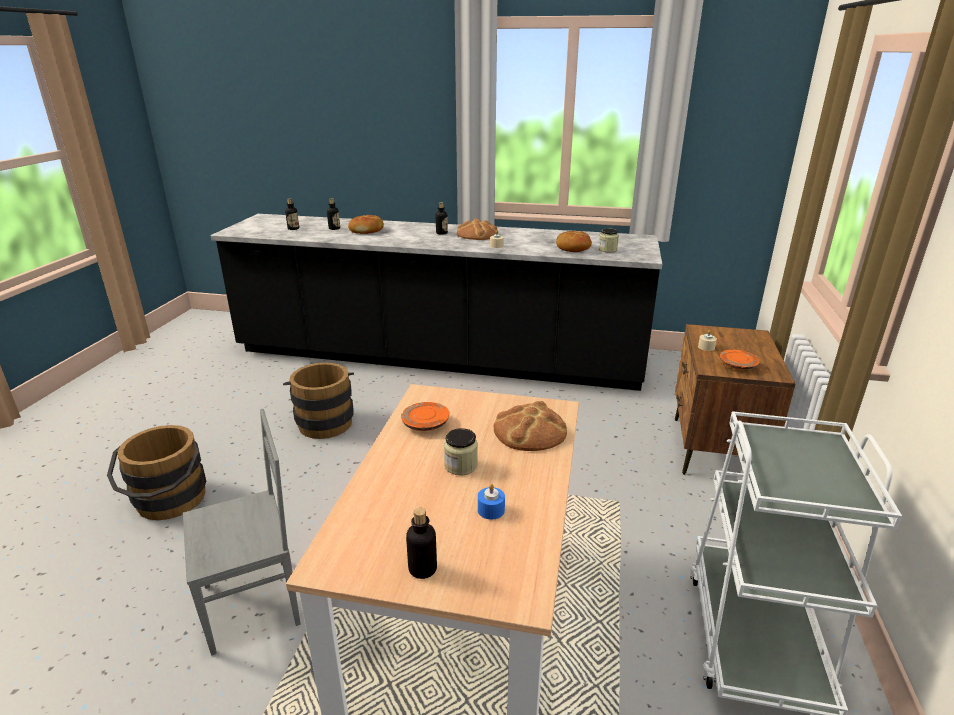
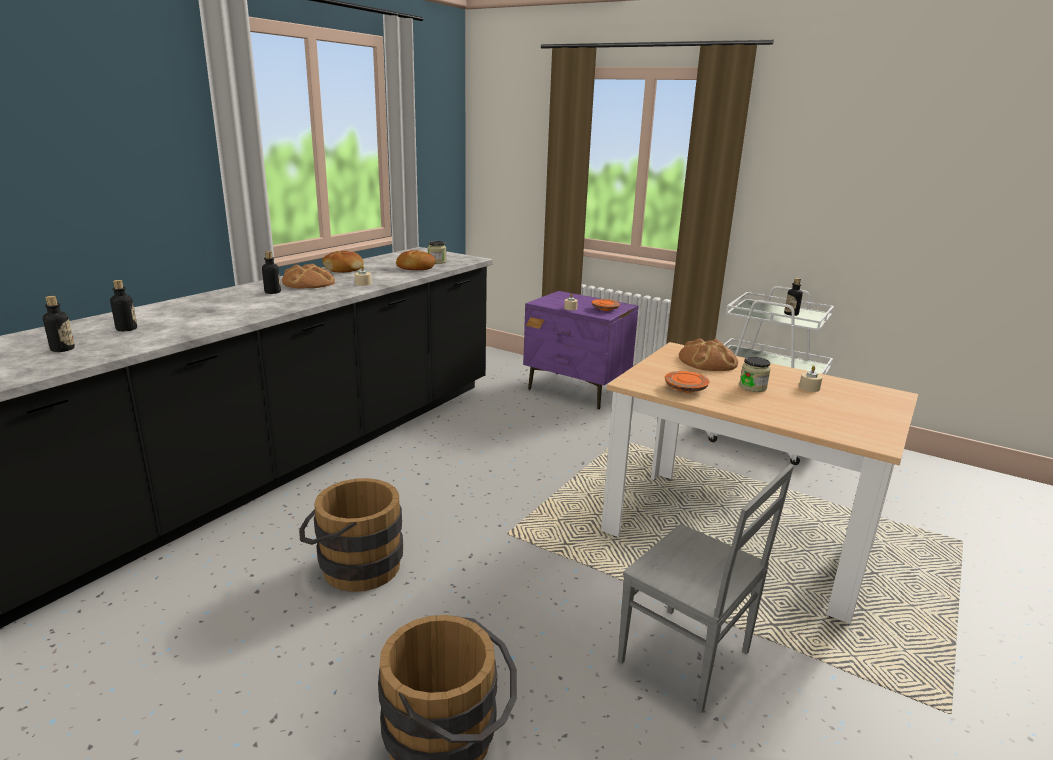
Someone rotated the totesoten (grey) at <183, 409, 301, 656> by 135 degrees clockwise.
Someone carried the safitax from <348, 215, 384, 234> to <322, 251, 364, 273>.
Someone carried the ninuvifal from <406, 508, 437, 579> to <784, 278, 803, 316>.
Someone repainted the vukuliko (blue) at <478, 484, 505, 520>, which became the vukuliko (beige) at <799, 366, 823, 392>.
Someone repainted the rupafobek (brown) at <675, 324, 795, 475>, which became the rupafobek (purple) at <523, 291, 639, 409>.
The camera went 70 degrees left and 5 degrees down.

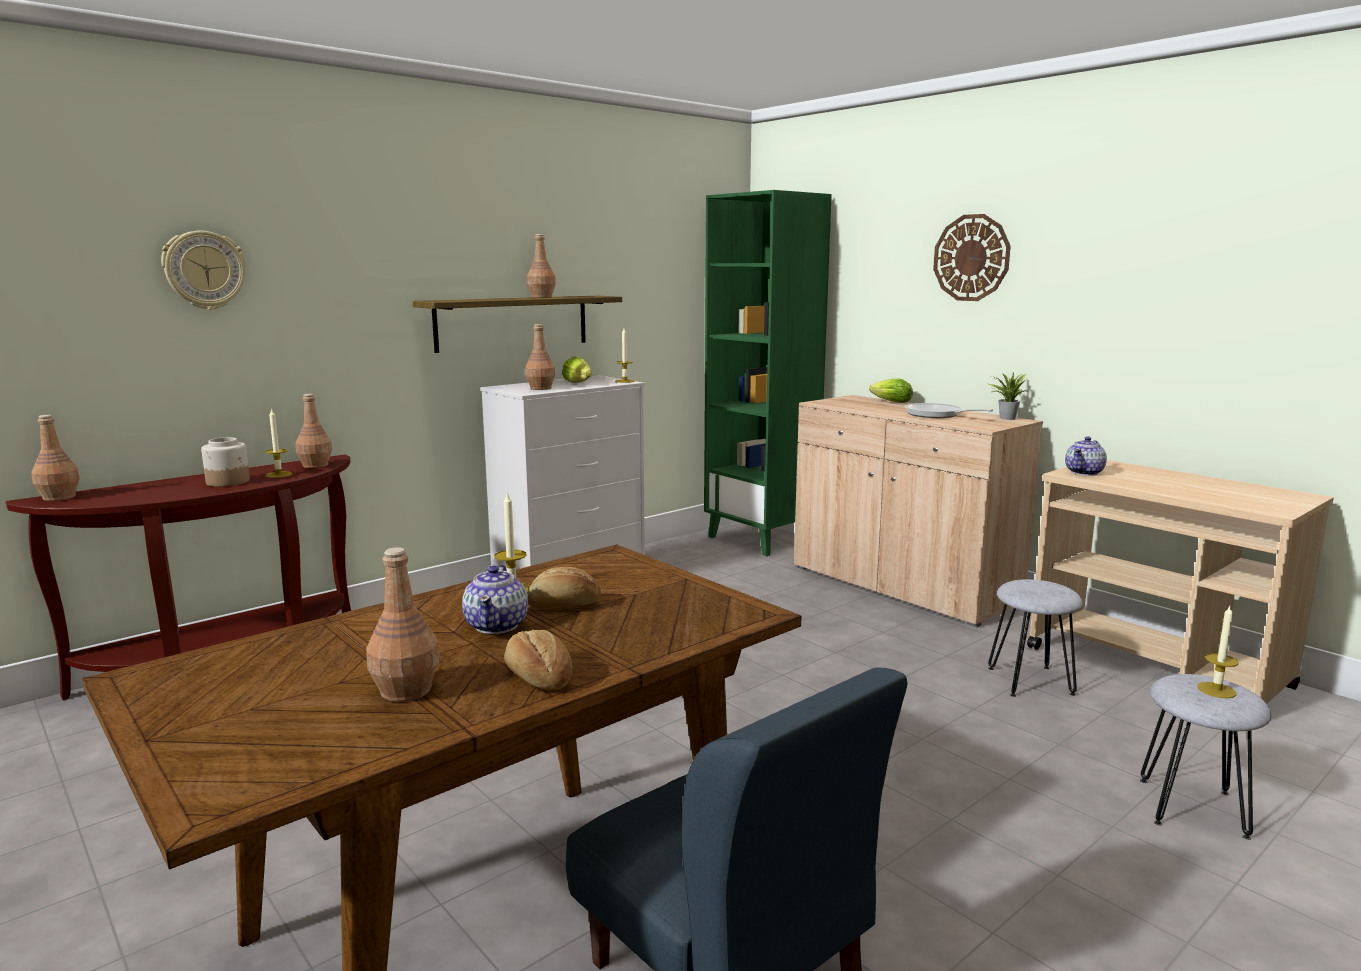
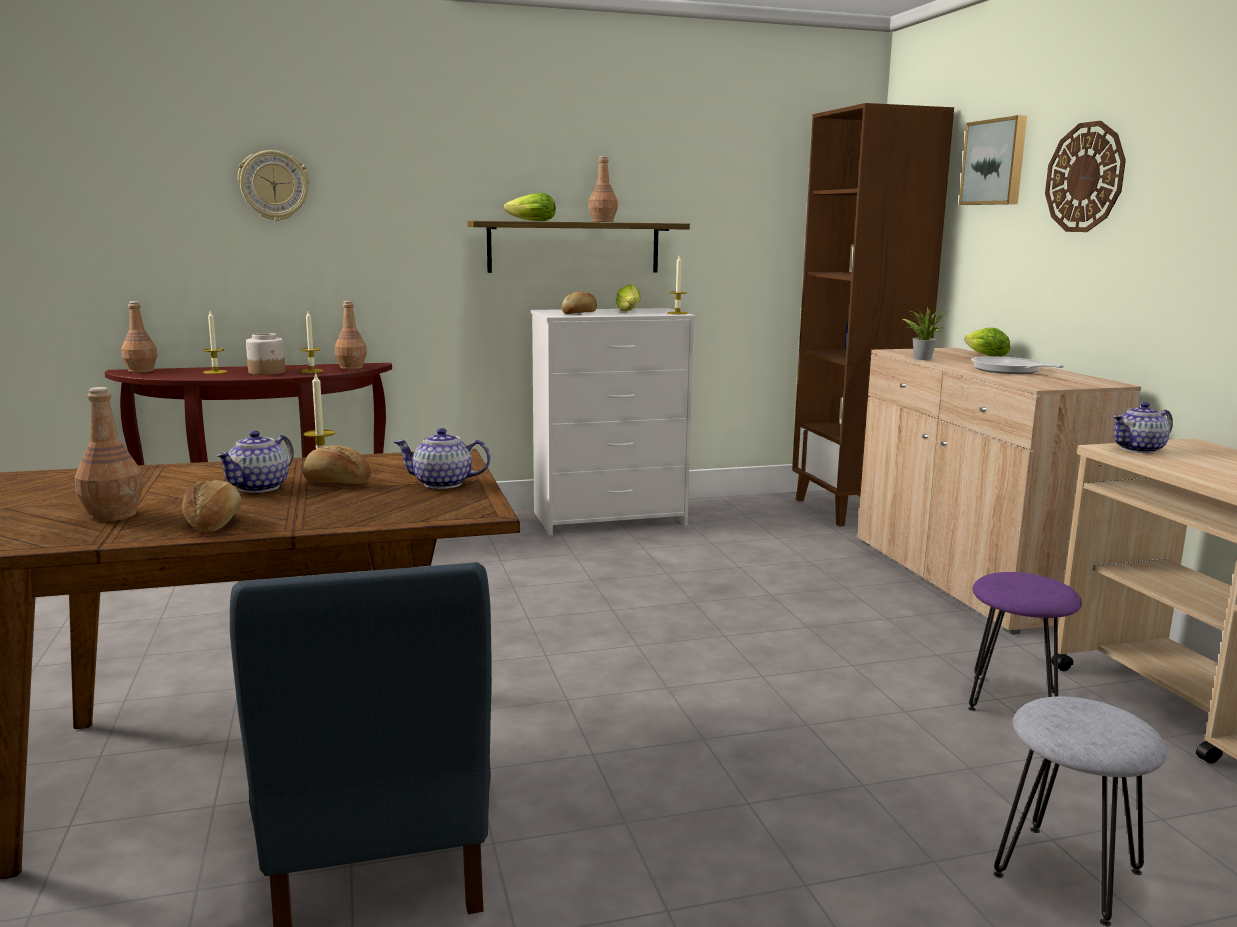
Someone swapped the ninuvifal (brown) at <525, 324, 555, 390> for the safitax at <562, 292, 597, 314>.
Someone repainted the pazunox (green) at <704, 190, 832, 556>, which became the pazunox (brown) at <792, 103, 954, 526>.
Someone carried the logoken from <988, 372, 1027, 420> to <902, 307, 951, 360>.
Someone repainted the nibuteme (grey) at <988, 579, 1083, 697>, which became the nibuteme (purple) at <968, 572, 1082, 711>.
Someone carried the vukuliko from <1197, 604, 1238, 698> to <203, 311, 228, 374>.
Someone put down the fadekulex at <394, 428, 491, 489>.
Someone put down the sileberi at <504, 193, 556, 221>.
Someone put up the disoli at <959, 115, 1027, 205>.
The camera went 25 degrees right and 0 degrees up.

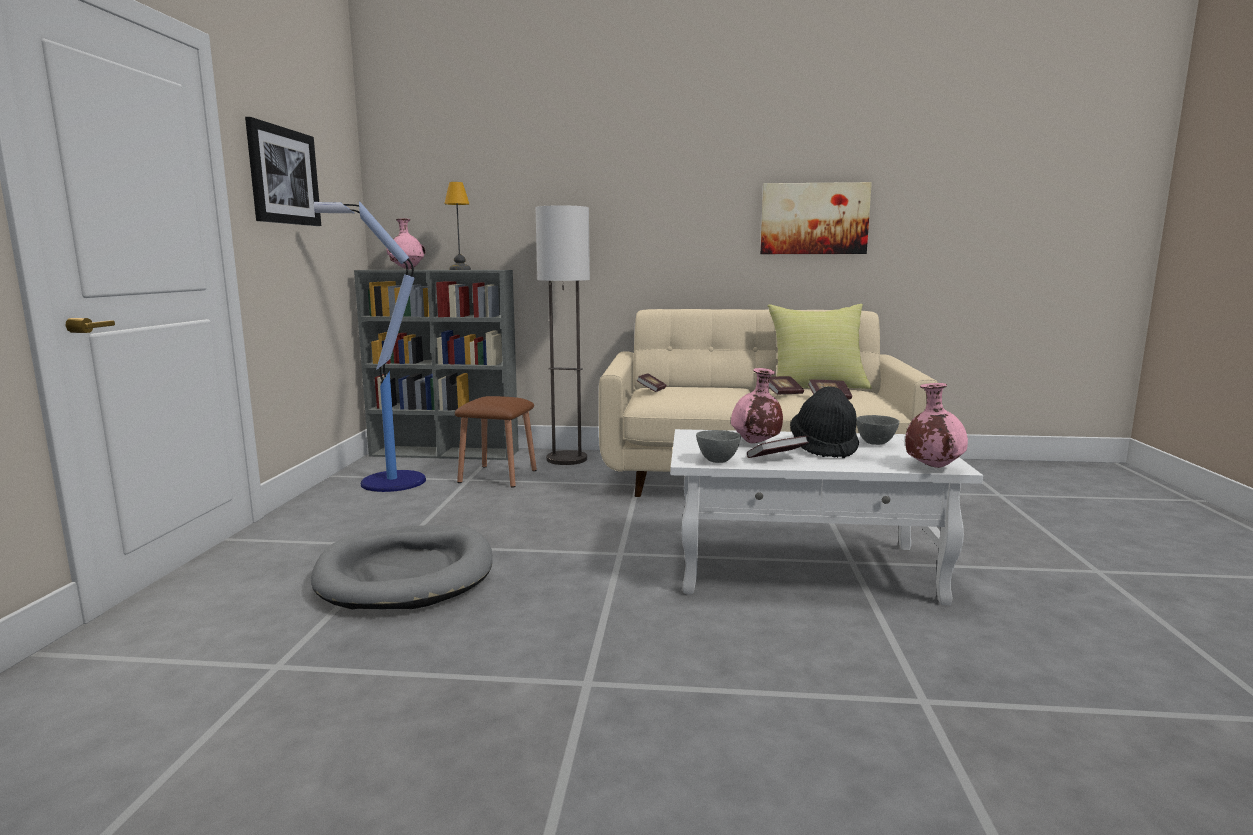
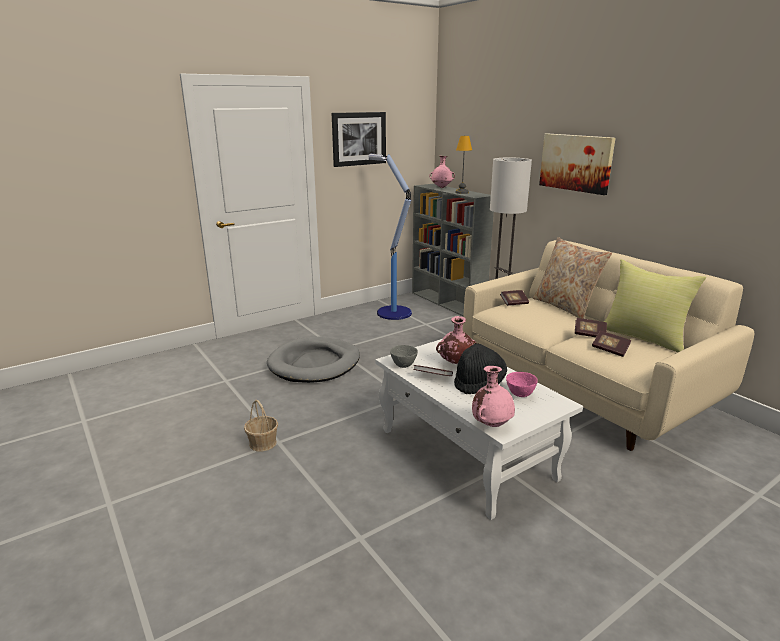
Someone took away the nibuteme (brown) at <455, 396, 537, 488>.
Someone carried the disoli from <760, 182, 872, 254> to <539, 133, 615, 195>.
Someone repainted the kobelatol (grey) at <857, 415, 899, 445>, which became the kobelatol (pink) at <506, 372, 538, 397>.
Someone put down the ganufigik at <244, 400, 278, 451>.
Someone put down the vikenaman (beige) at <533, 237, 612, 319>.
The camera went 50 degrees right and 10 degrees up.

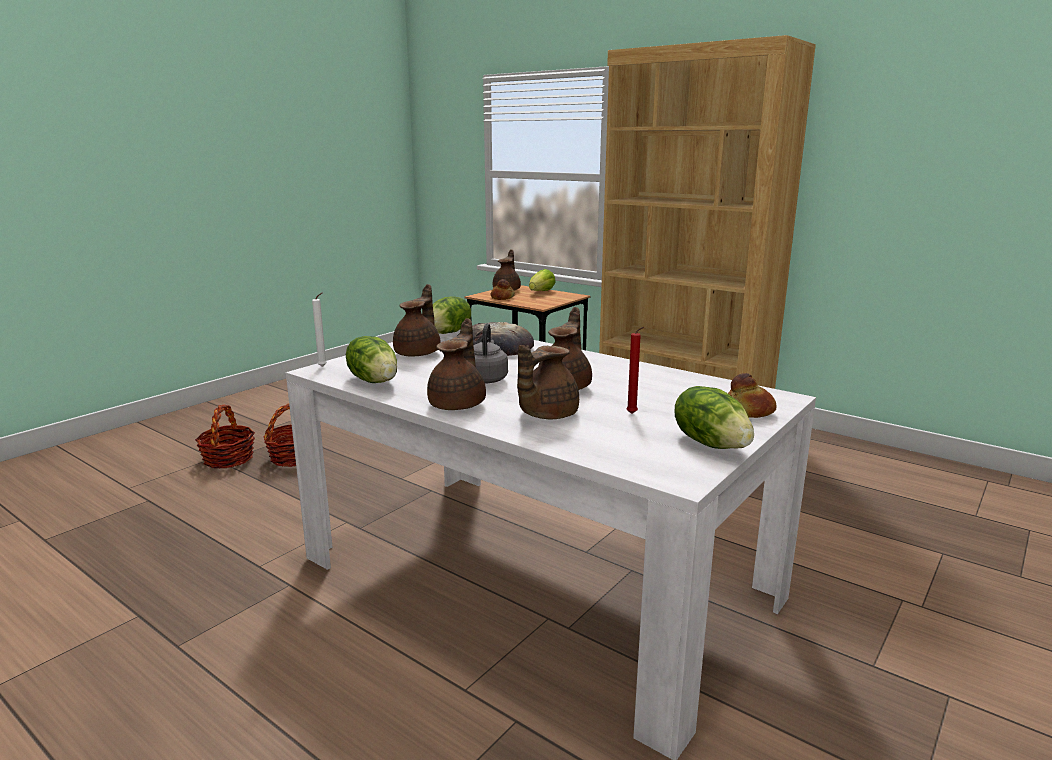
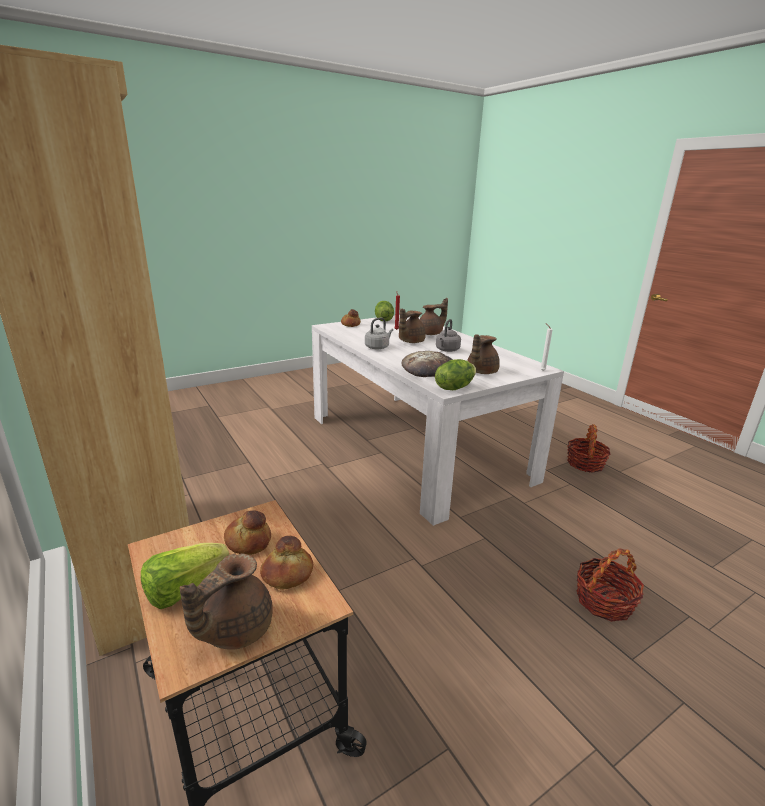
Someone carried the ganufigik from <195, 404, 255, 468> to <567, 424, 611, 473>.
Someone took away the sileberi at <346, 336, 397, 383>.
Someone took away the fadekulex (brown) at <427, 318, 486, 410>.
Someone put down the safitax at <224, 510, 271, 555>.
Someone put down the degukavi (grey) at <365, 318, 393, 349>.
The camera went 160 degrees left and 5 degrees up.

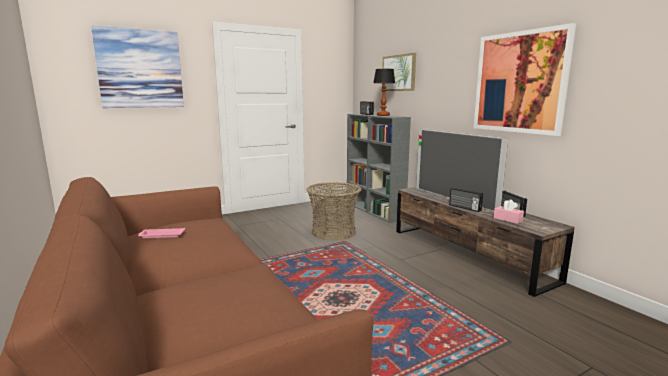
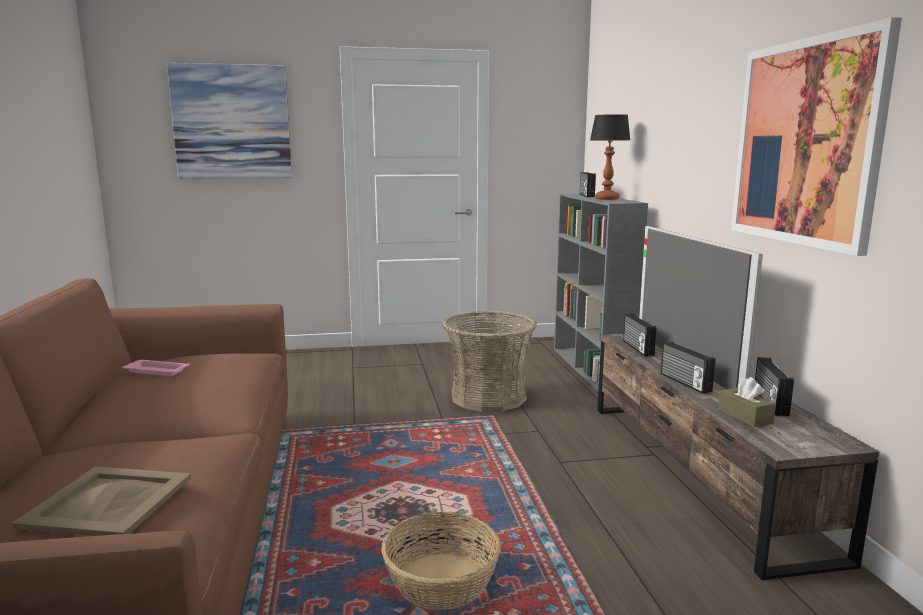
Someone took away the disoli at <382, 53, 416, 91>.
Someone repainted the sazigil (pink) at <494, 199, 524, 224>, which became the sazigil (brown) at <718, 377, 776, 428>.
Someone put down the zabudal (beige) at <12, 466, 191, 536>.
Someone put down the ganufigik at <381, 512, 501, 610>.
Someone put down the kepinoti at <623, 314, 656, 356>.
The camera went 20 degrees right and 0 degrees up.

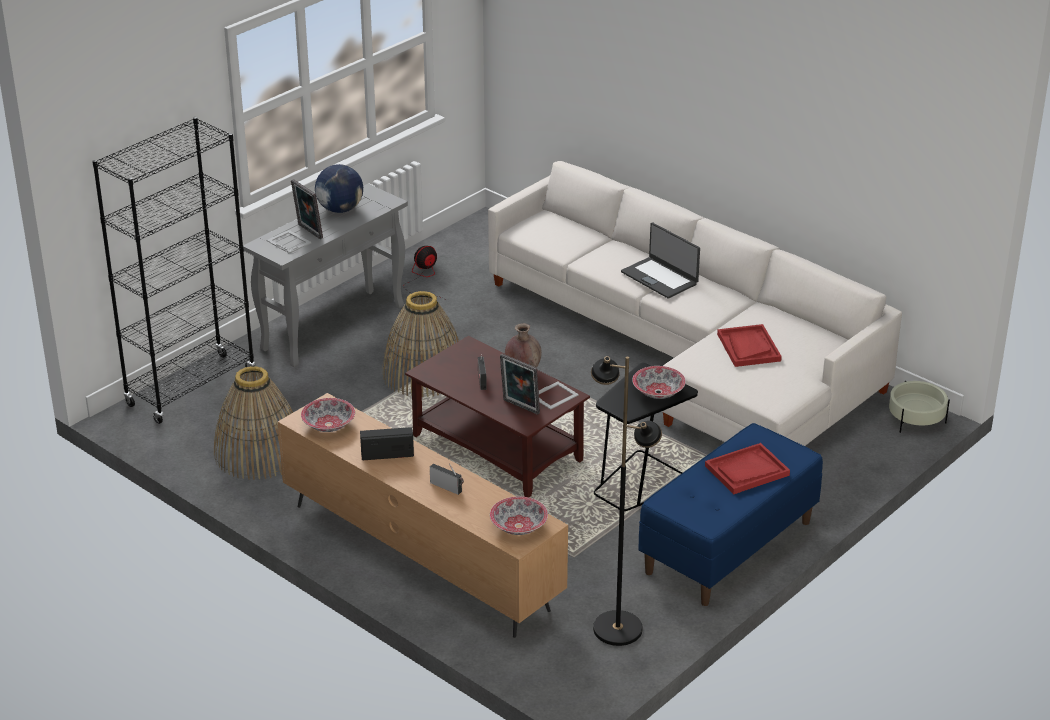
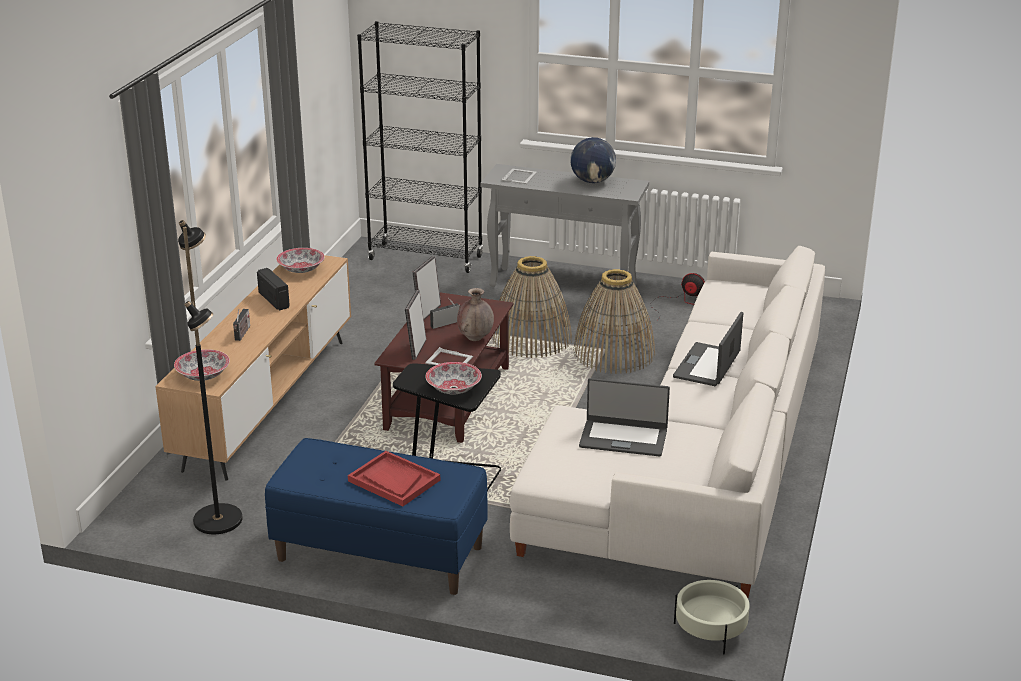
Someone carried the ganufigik from <214, 366, 293, 480> to <573, 269, 655, 374>.
Someone carried the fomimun from <291, 179, 323, 239> to <412, 256, 441, 319>.
Someone swapped the zabudal (red) at <717, 324, 782, 367> for the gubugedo at <579, 378, 670, 457>.
The camera went 65 degrees right and 5 degrees down.

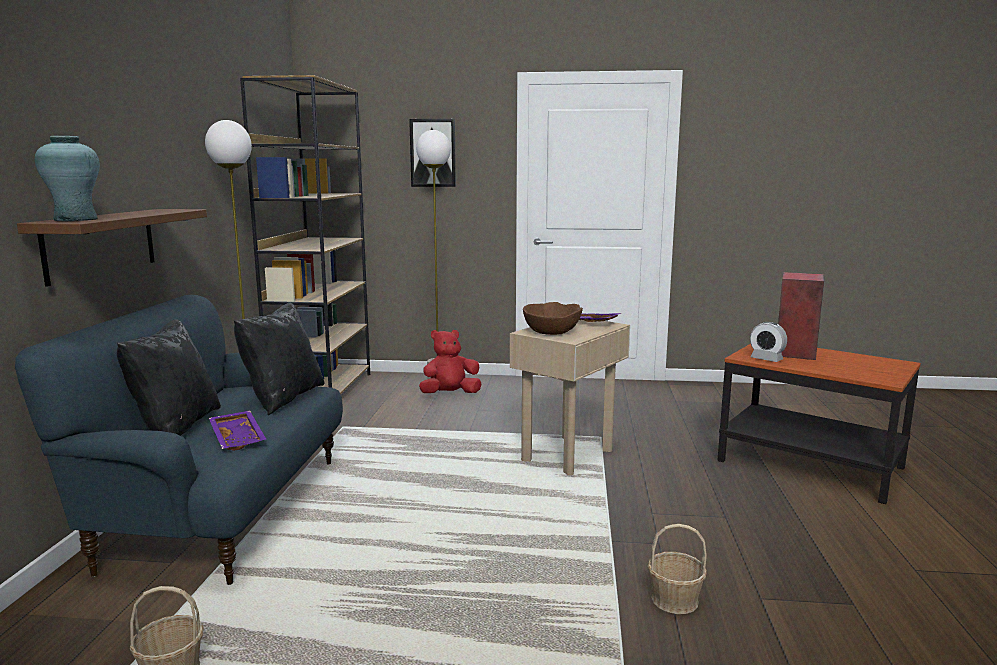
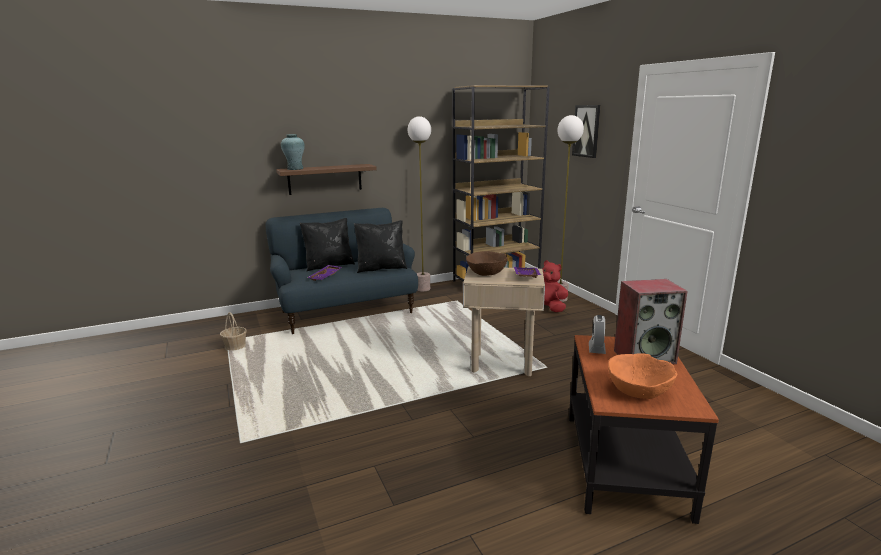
Someone took away the ganufigik at <648, 524, 707, 614>.
Someone put down the kobelatol (orange) at <608, 354, 677, 399>.
The camera went 60 degrees right and 5 degrees up.

